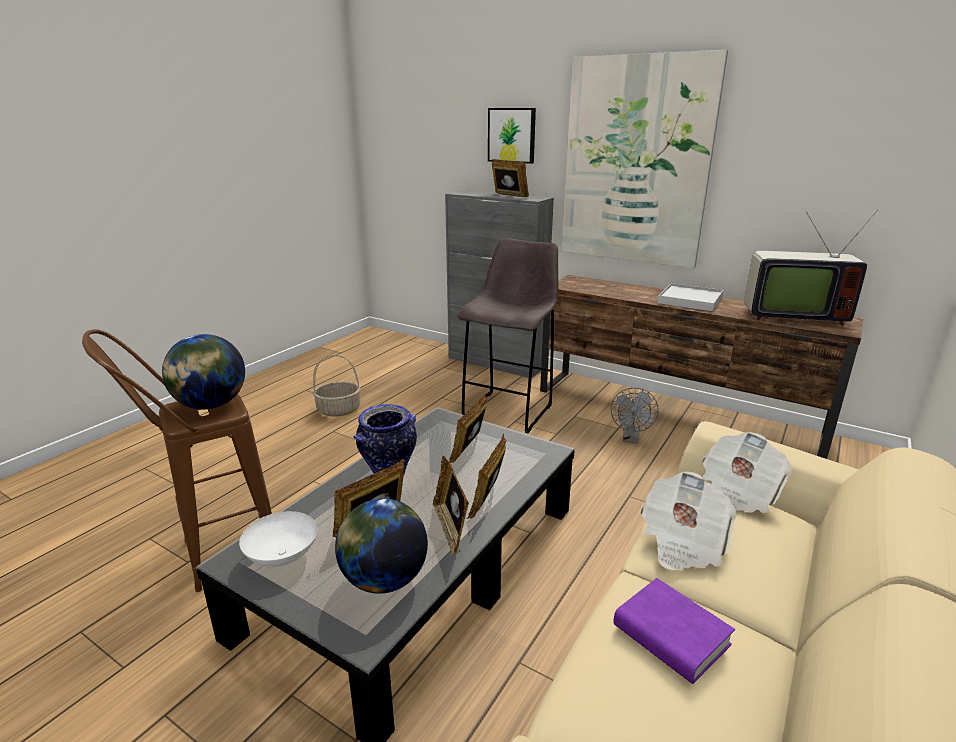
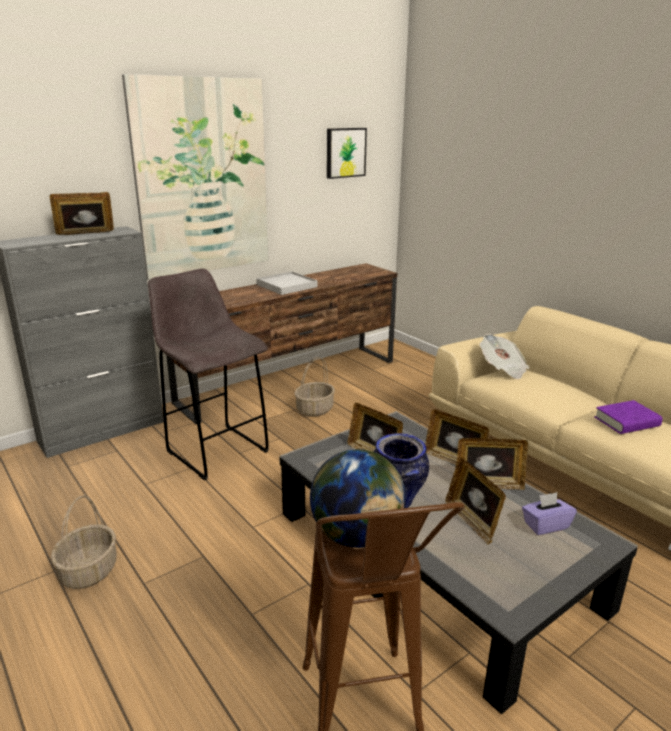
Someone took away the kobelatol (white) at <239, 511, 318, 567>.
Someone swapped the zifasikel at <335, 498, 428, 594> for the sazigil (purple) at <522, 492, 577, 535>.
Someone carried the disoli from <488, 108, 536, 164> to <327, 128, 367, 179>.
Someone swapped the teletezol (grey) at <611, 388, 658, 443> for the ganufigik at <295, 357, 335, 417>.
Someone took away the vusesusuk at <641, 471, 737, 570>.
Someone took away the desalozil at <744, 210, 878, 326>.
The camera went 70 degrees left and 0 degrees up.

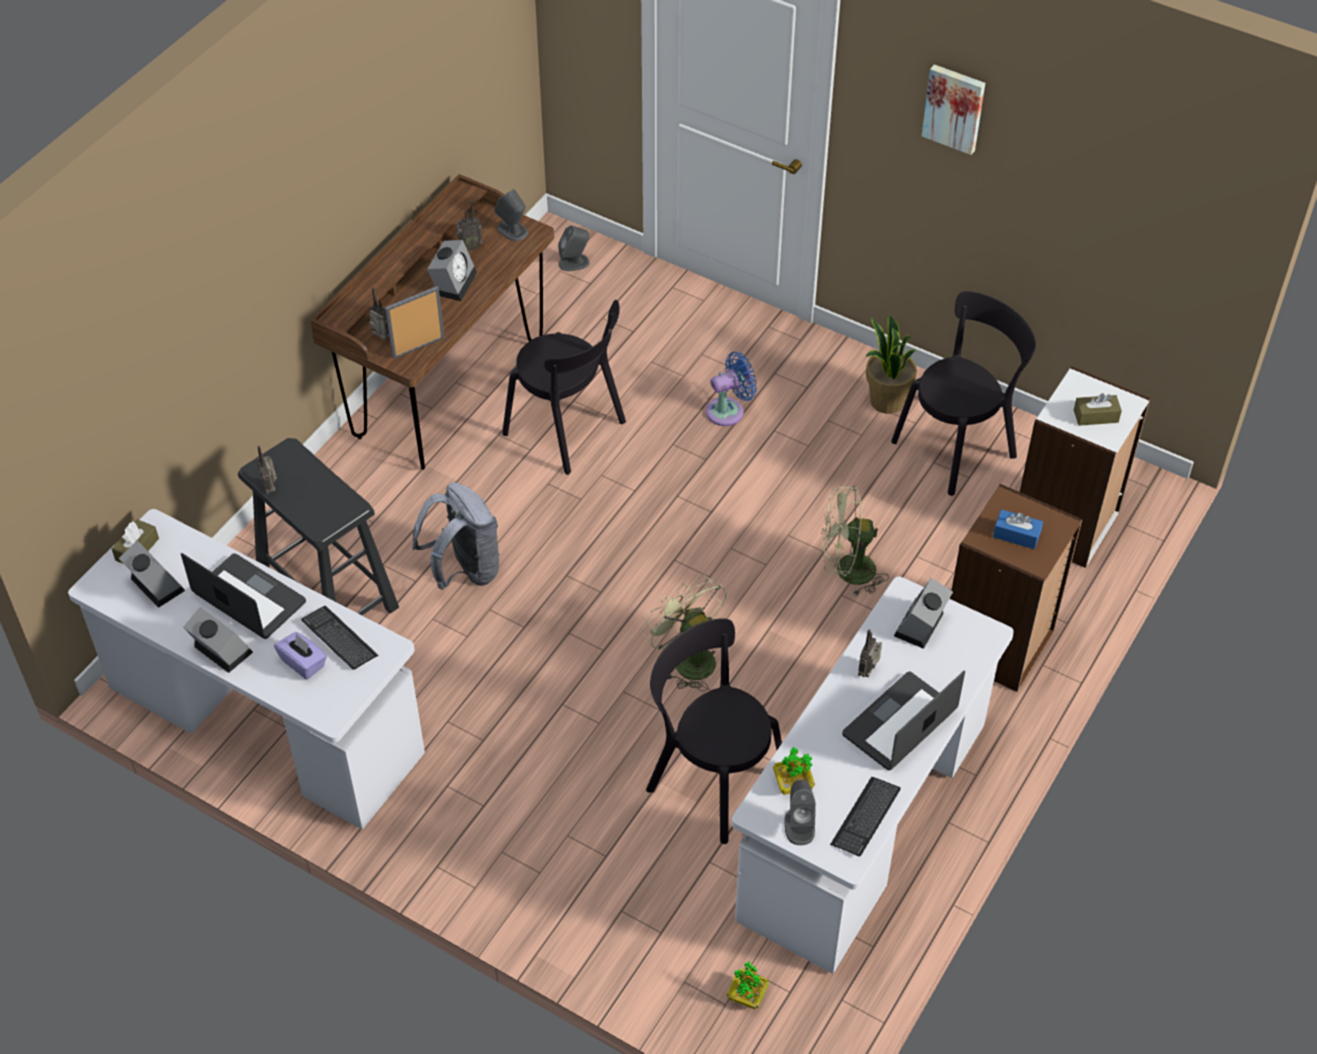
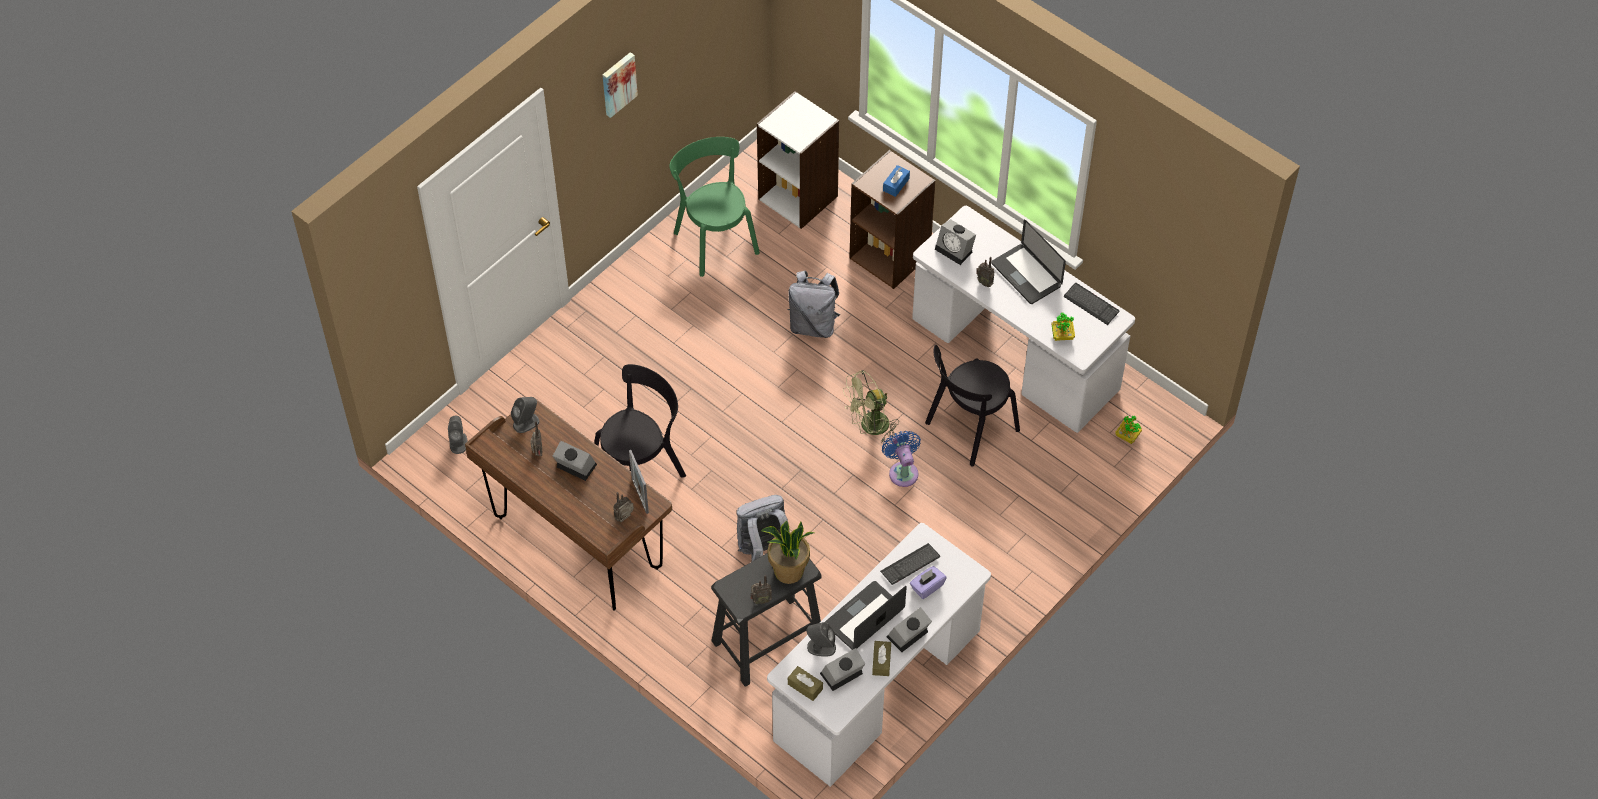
Someone carried the teletezol (blue) from <706, 352, 757, 426> to <882, 431, 921, 487>.
Someone carried the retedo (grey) from <784, 780, 816, 845> to <806, 622, 836, 657>.
Someone swapped the teletezol (green) at <821, 486, 889, 596> for the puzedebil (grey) at <788, 271, 840, 338>.
Someone carried the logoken from <865, 316, 917, 414> to <761, 520, 814, 584>.
Someone repainted the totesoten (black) at <891, 291, 1036, 496>, which became the totesoten (green) at <669, 137, 760, 277>.
Someone carried the sazigil (brown) from <1074, 393, 1122, 426> to <872, 641, 891, 676>.
The camera went 80 degrees left and 5 degrees up.

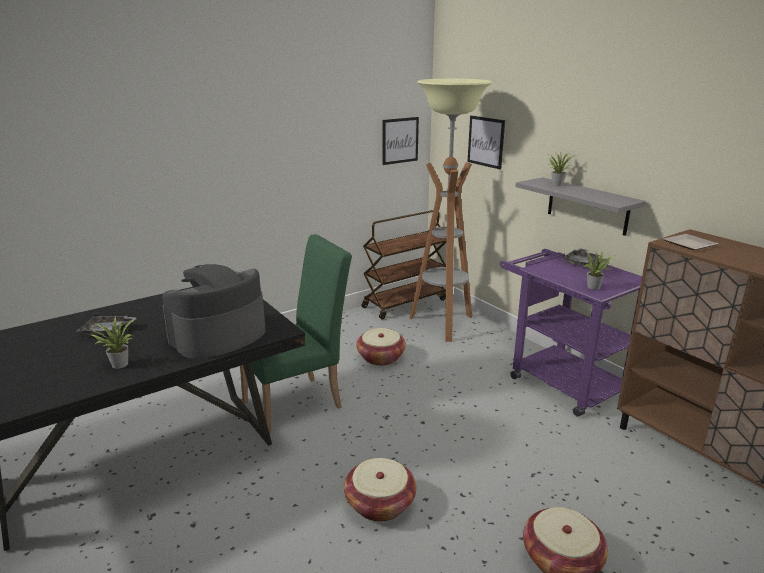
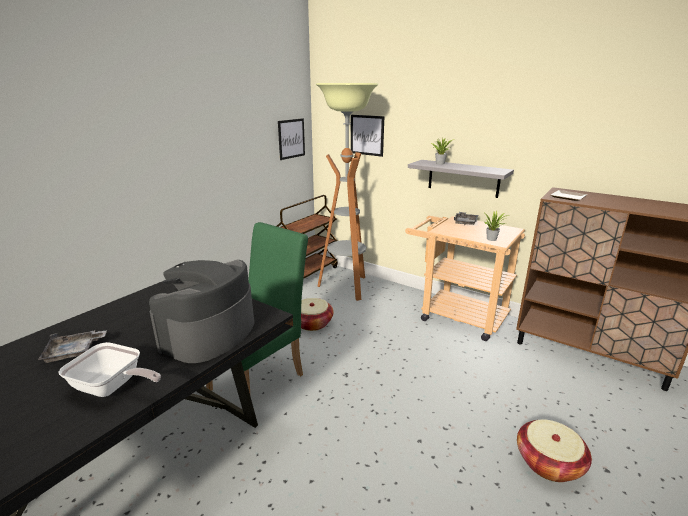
Someone swapped the logoken at <91, 317, 136, 369> for the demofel at <59, 342, 161, 397>.
Someone took away the ganufigik at <344, 458, 416, 522>.
Someone repainted the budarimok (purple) at <500, 249, 642, 417>, which became the budarimok (beige) at <405, 216, 525, 341>.
The camera went 20 degrees left and 0 degrees up.

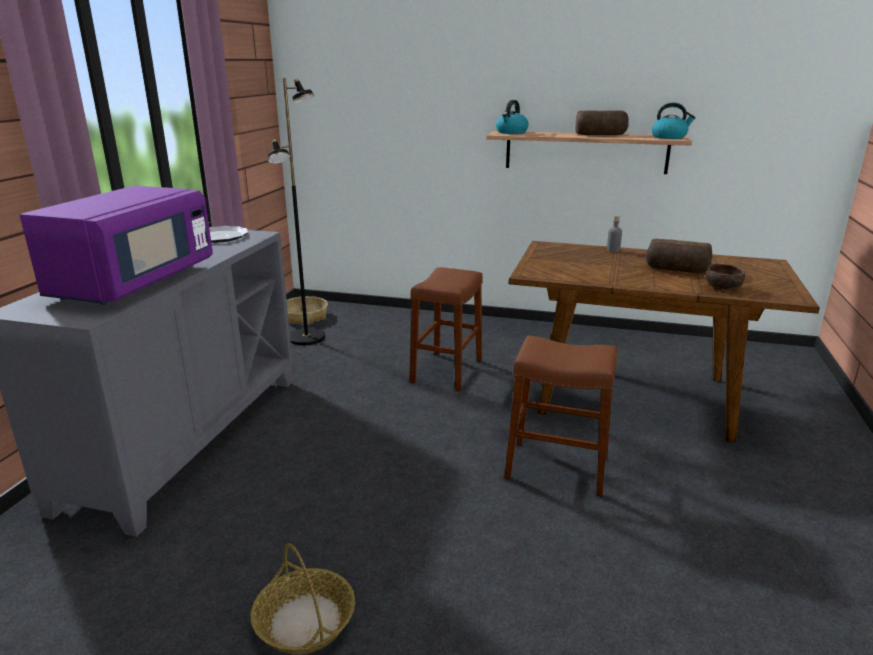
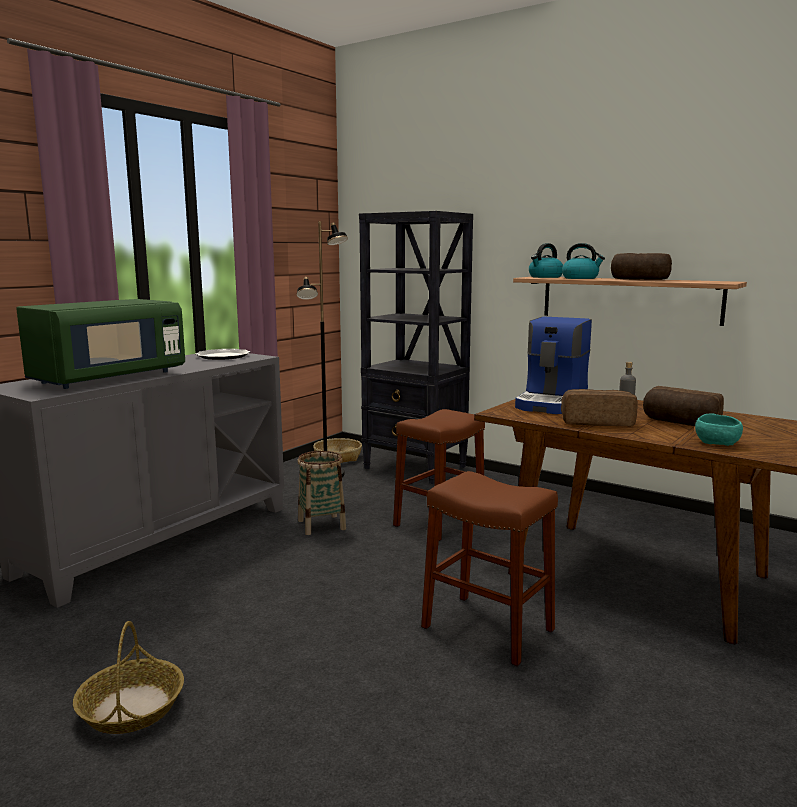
Someone repainted the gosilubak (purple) at <20, 186, 213, 305>, which became the gosilubak (green) at <16, 299, 185, 389>.
Someone carried the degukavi from <652, 103, 696, 139> to <562, 243, 605, 279>.
Someone repainted the kobelatol (brown) at <706, 263, 745, 290>, which became the kobelatol (turquoise) at <695, 413, 743, 446>.
Someone put down the ganufigik at <297, 451, 346, 535>.
Someone put down the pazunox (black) at <359, 211, 473, 484>.
Someone put down the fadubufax at <515, 317, 592, 414>.
Someone put down the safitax at <561, 389, 638, 426>.
The camera went 20 degrees right and 10 degrees down.

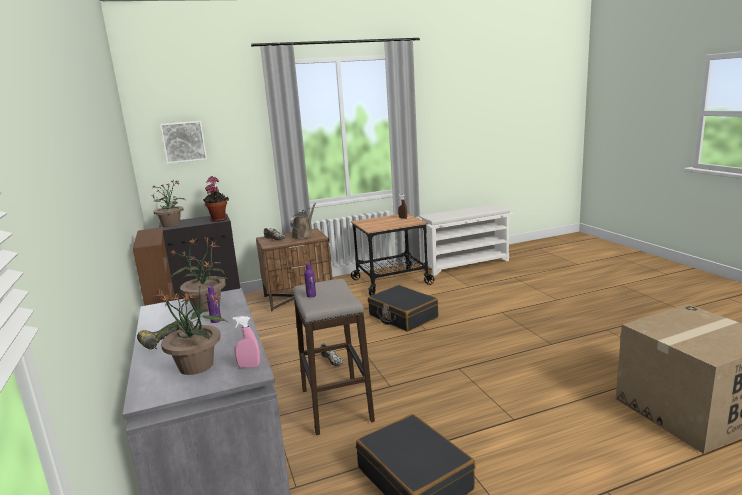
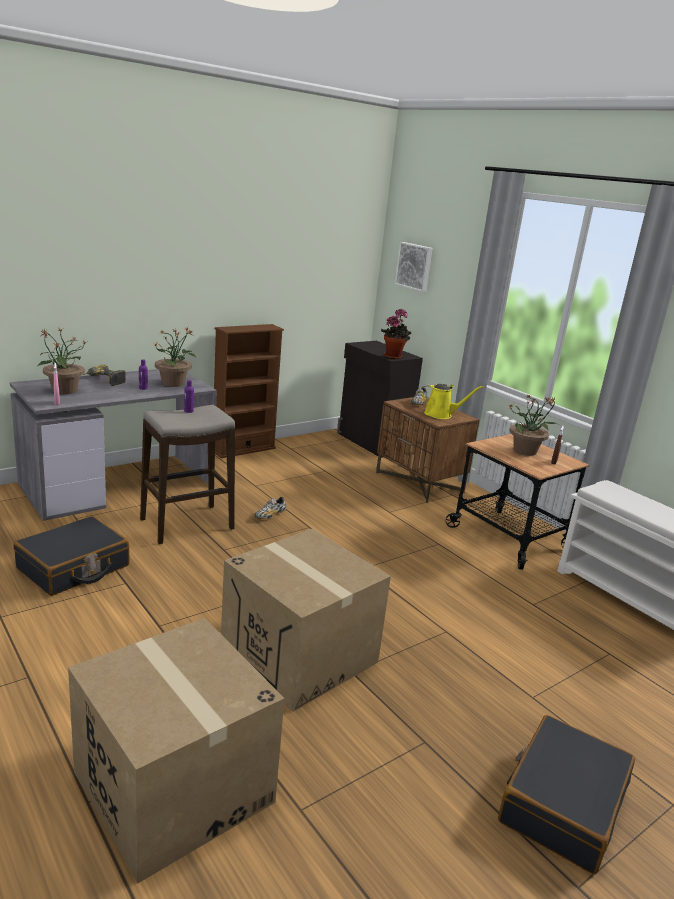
Someone carried the logoken from <151, 180, 185, 227> to <508, 394, 559, 456>.
Someone repainted the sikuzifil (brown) at <290, 203, 316, 240>, which became the sikuzifil (yellow) at <420, 384, 483, 419>.
Someone carried the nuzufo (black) from <368, 285, 438, 332> to <498, 715, 635, 874>.
Someone put down the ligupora at <221, 529, 391, 712>.
The camera went 70 degrees right and 5 degrees up.

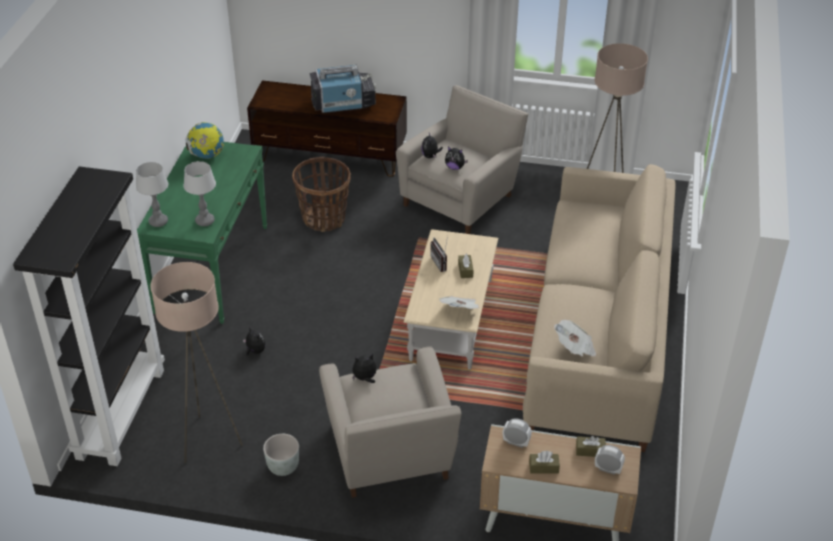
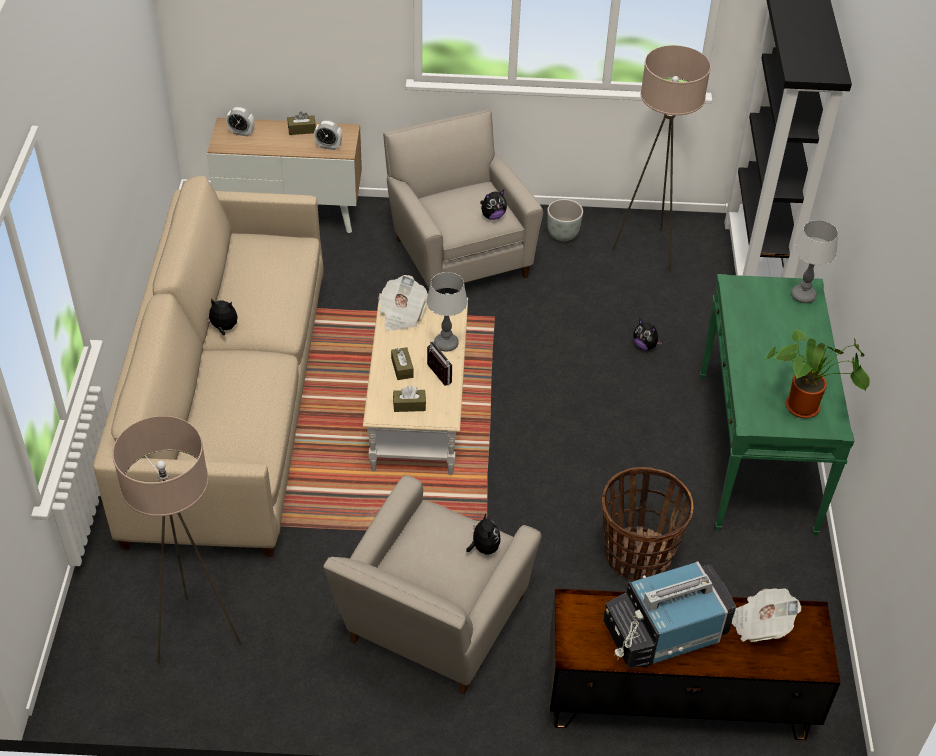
Someone carried the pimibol from <184, 161, 216, 226> to <426, 272, 468, 352>.
Someone swapped the zifasikel at <186, 122, 224, 159> for the logoken at <765, 329, 870, 418>.
Someone carried the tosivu from <445, 147, 468, 170> to <207, 299, 238, 335>.
Someone carried the vusesusuk from <554, 320, 596, 356> to <732, 588, 801, 642>.
Someone carried the sazigil (brown) from <576, 436, 606, 457> to <393, 386, 426, 412>.
The camera went 170 degrees right and 5 degrees up.

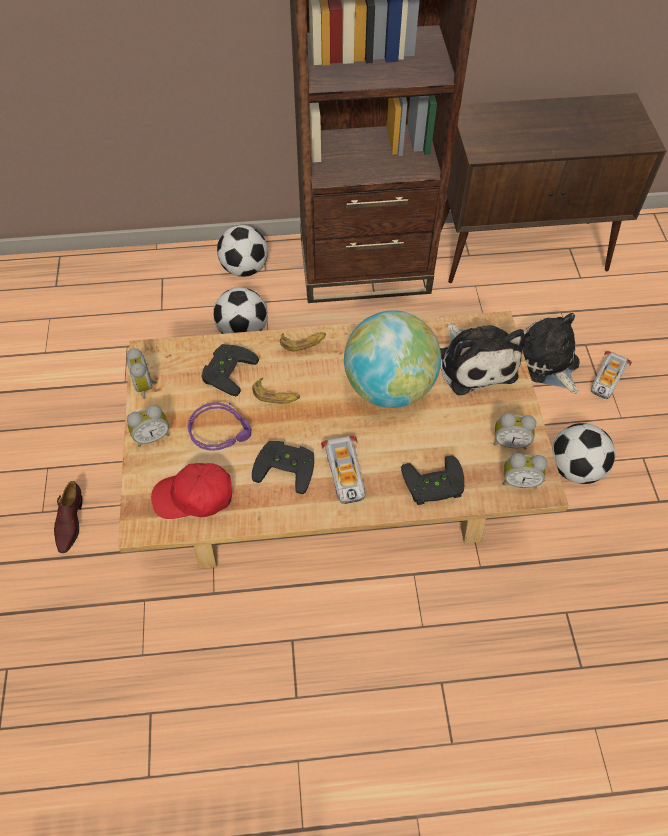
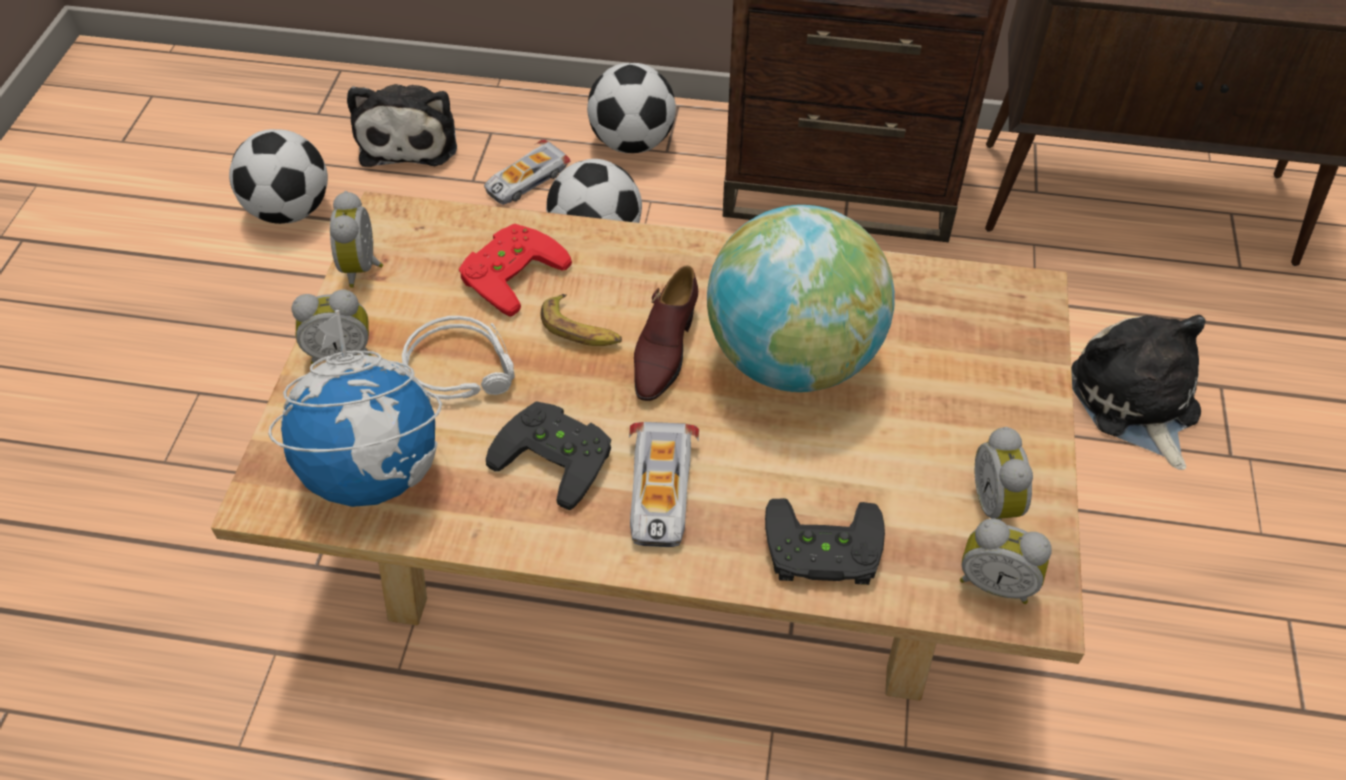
Someone carried the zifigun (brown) from <54, 481, 83, 553> to <634, 266, 698, 401>.
Someone swapped the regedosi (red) at <151, 463, 232, 519> for the zifasikel at <268, 310, 442, 507>.
Someone repainted the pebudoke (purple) at <188, 403, 252, 451>, which became the pebudoke (grey) at <402, 316, 515, 399>.
Someone repainted the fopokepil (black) at <201, 344, 259, 397>, which became the fopokepil (red) at <459, 224, 572, 317>.
Someone took away the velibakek at <280, 332, 326, 351>.
Someone carried the tosivu from <440, 323, 524, 395> to <347, 84, 457, 167>.
Someone rotated the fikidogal at <494, 413, 536, 450> by 60 degrees clockwise.
Someone carried the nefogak from <552, 423, 616, 484> to <229, 129, 328, 224>.
Someone carried the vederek from <591, 351, 632, 399> to <484, 139, 571, 205>.
The camera went 15 degrees right and 5 degrees down.

